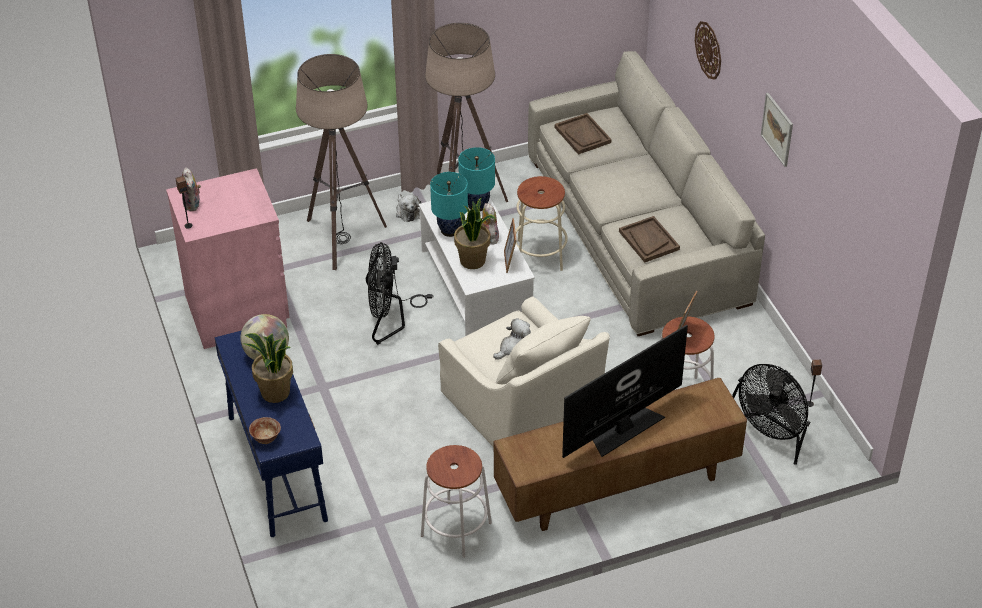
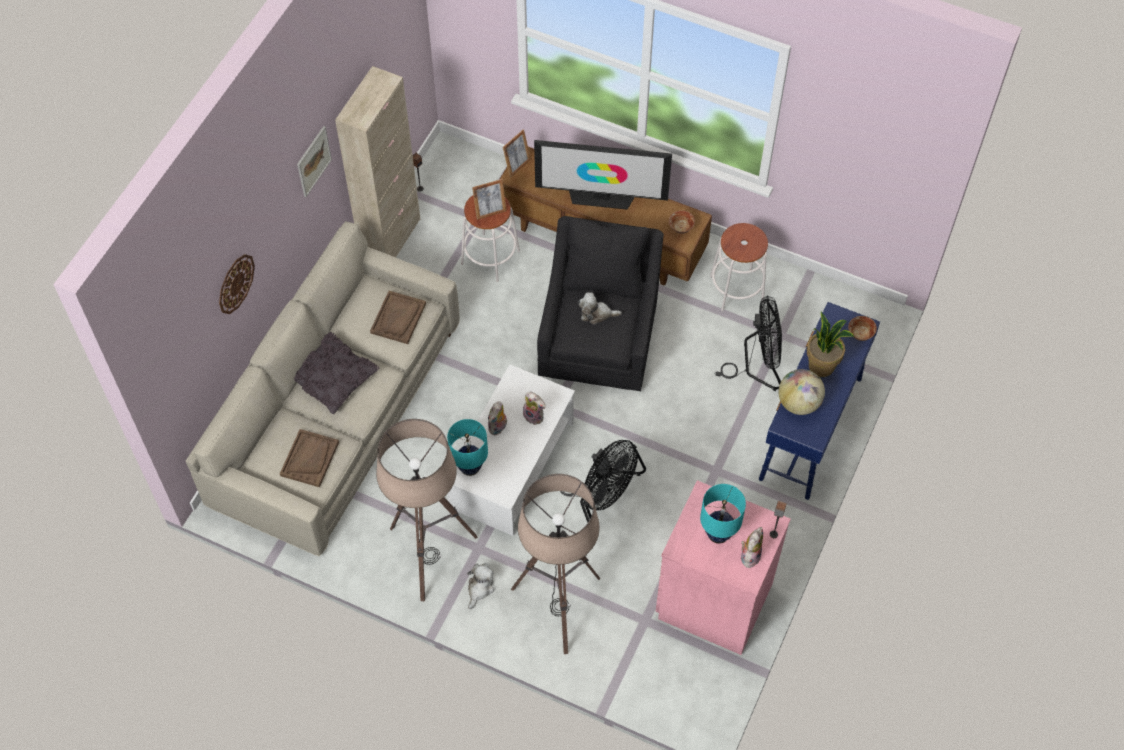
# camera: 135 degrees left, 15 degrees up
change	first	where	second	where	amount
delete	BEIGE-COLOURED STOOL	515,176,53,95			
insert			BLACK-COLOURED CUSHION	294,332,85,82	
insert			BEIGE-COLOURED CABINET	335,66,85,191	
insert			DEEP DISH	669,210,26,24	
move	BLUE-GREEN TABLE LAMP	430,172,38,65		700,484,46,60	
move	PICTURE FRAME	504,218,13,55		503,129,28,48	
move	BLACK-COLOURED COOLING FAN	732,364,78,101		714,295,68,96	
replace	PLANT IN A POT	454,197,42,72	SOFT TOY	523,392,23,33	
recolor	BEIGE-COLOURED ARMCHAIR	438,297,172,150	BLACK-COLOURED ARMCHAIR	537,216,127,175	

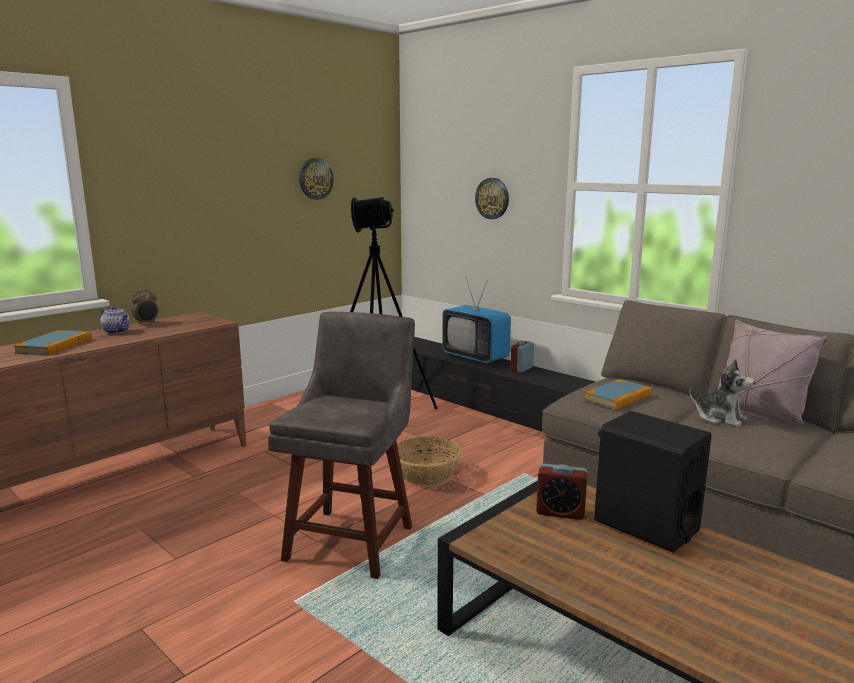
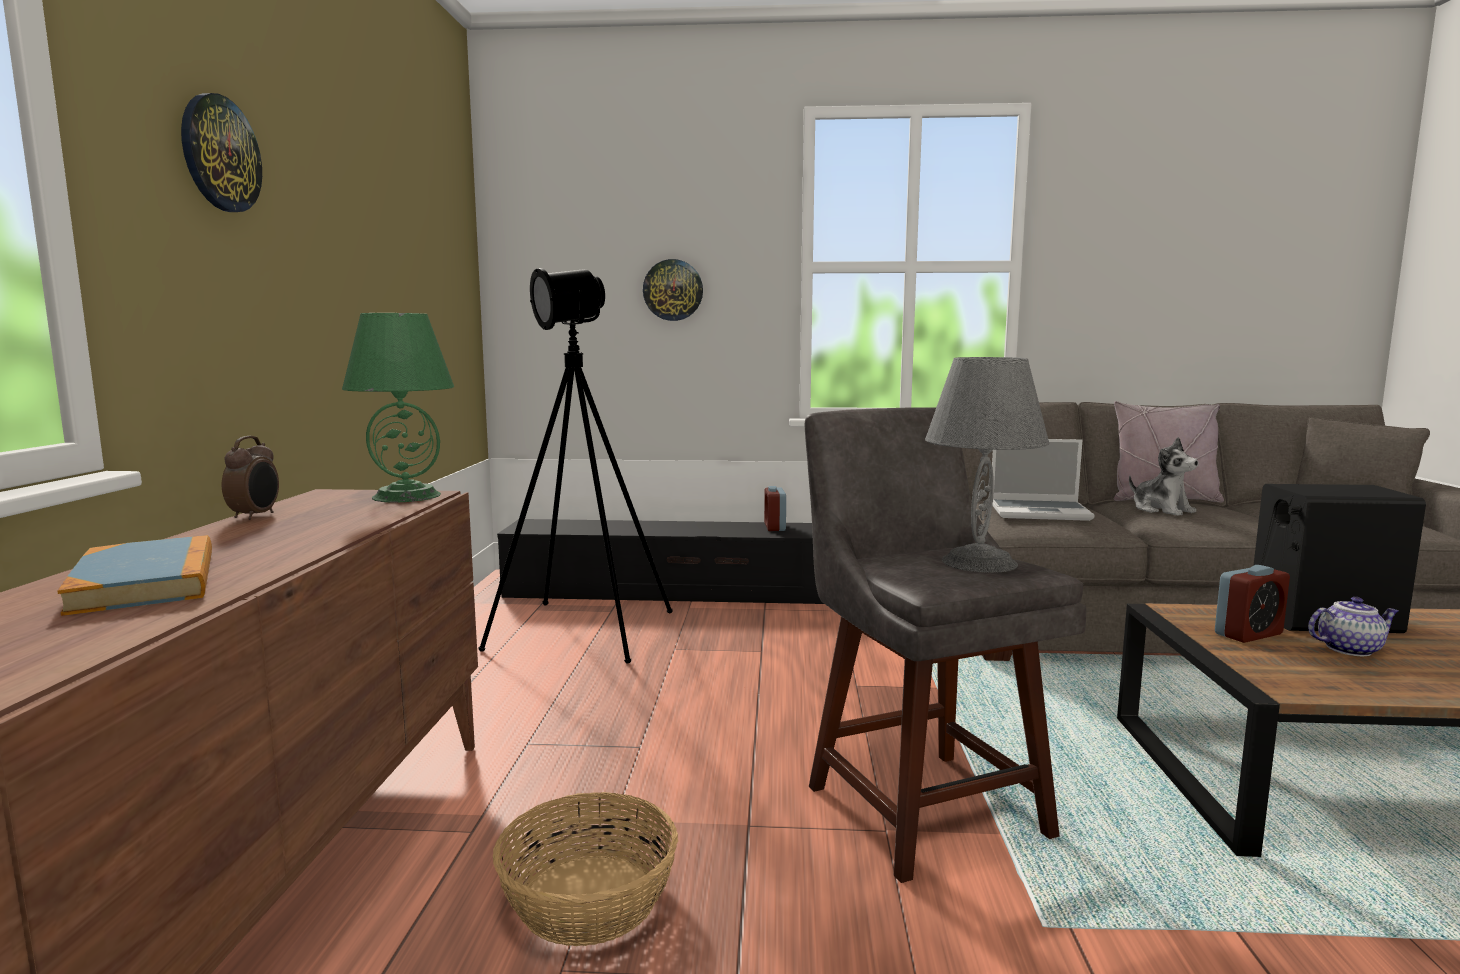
# camera: 40 degrees left, 5 degrees down
change	first	where	second	where	amount
delete	TV SET	442,278,69,86			
insert			GREEN TABLE LAMP	342,313,112,189	
insert			GREY TABLE LAMP	925,357,124,216	
move	TEAPOT	100,306,30,28		1308,597,91,59	
move	CLOCK ON THE WALL	299,158,35,42		181,93,81,119	
move	STORAGE BASKET	397,437,65,49		493,792,185,154	
replace	BOUND BOOK	584,379,68,31	PORTABLE COMPUTER	992,439,102,82	
rotate	SOFT TOY	690,359,65,68		1129,437,70,79	60 degrees clockwise

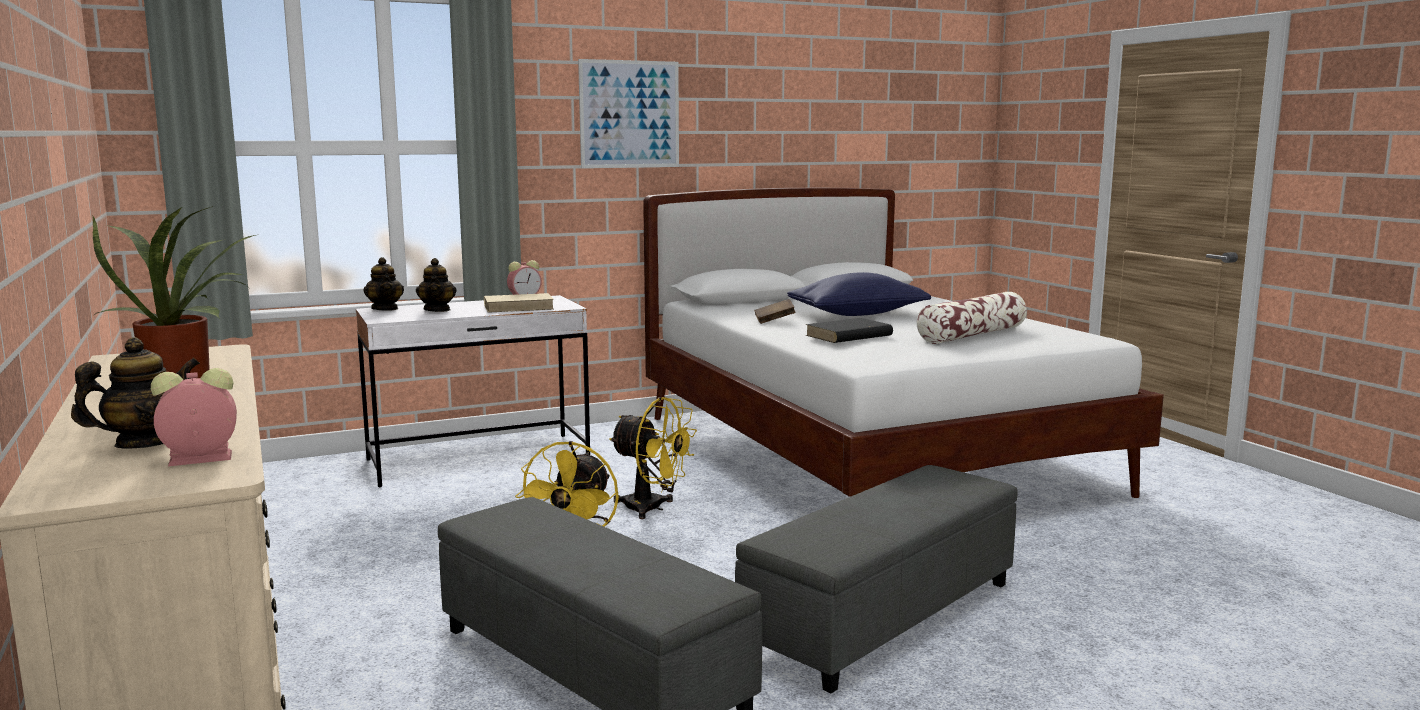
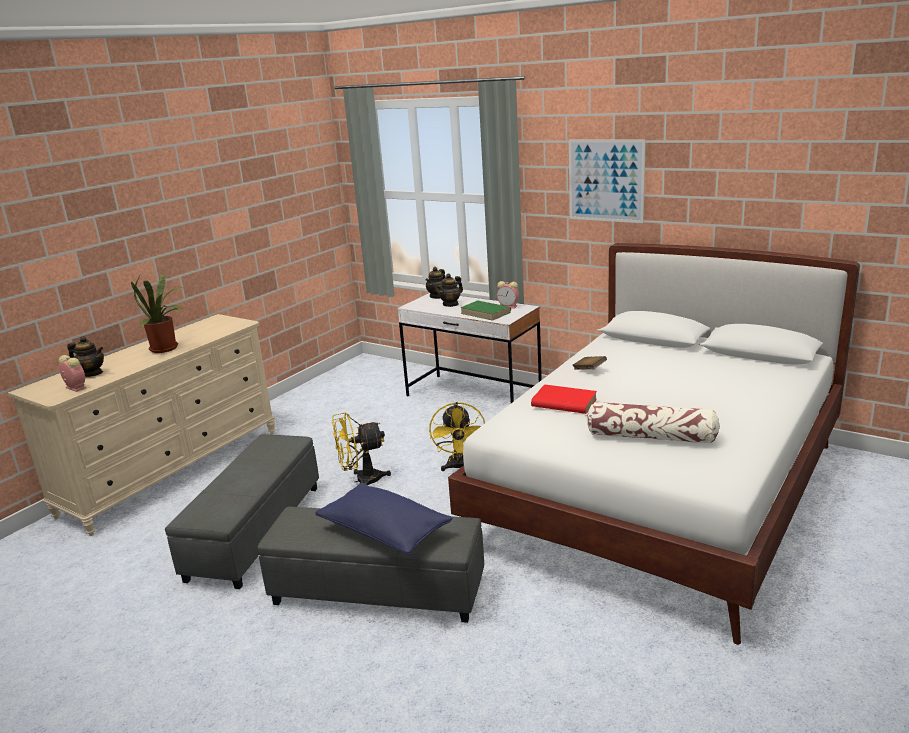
# camera: 60 degrees right, 10 degrees up
change	first	where	second	where	amount
move	BLUE-COLOURED CUSHION	787,272,144,44		315,483,138,72	
recolor	BEIGE-COLOURED BOUND BOOK	484,293,70,20	GREEN BOUND BOOK	460,301,51,20	
recolor	BLACK-COLOURED BOUND BOOK	806,318,87,25	REDDISH BOUND BOOK	531,384,66,30	

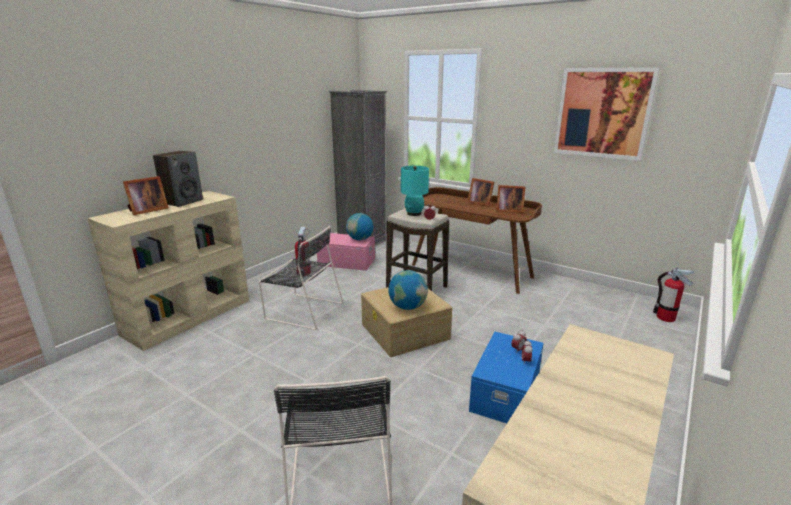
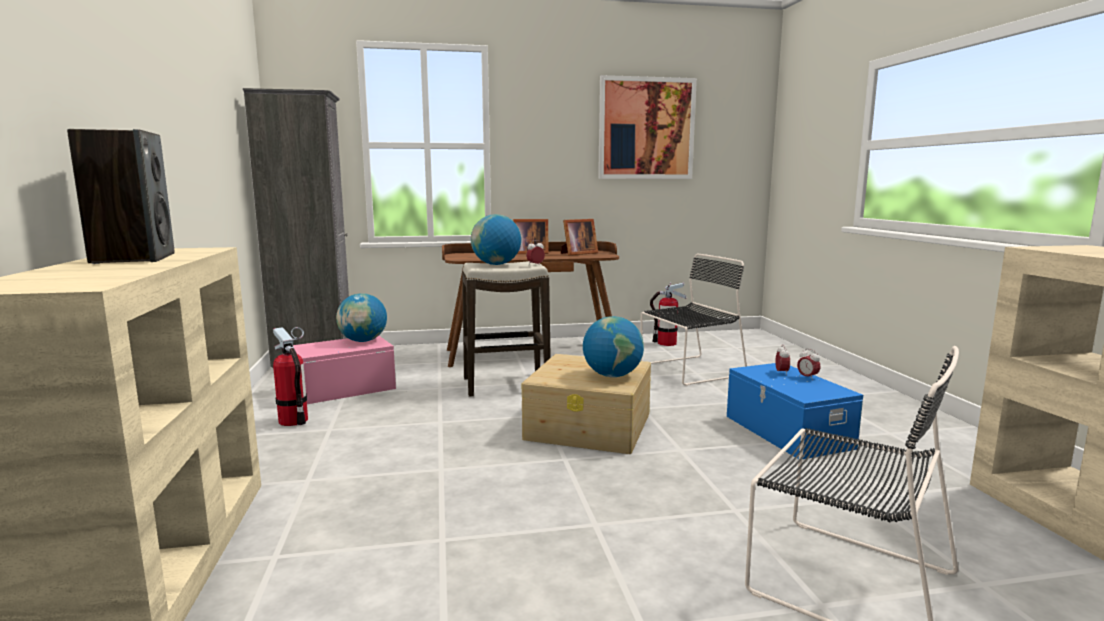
# camera: 45 degrees left, 10 degrees down
change	first	where	second	where	amount
delete	PICTURE FRAME	123,176,46,39			
move	BLACK-COLOURED CHAIR	259,226,84,104		640,254,107,132	
move	FIRE-FIGHTING CYLINDER	653,267,41,55		650,282,36,64	
replace	BLUE-GREEN TABLE LAMP	401,166,28,50	DESK GLOBE	471,214,50,51	

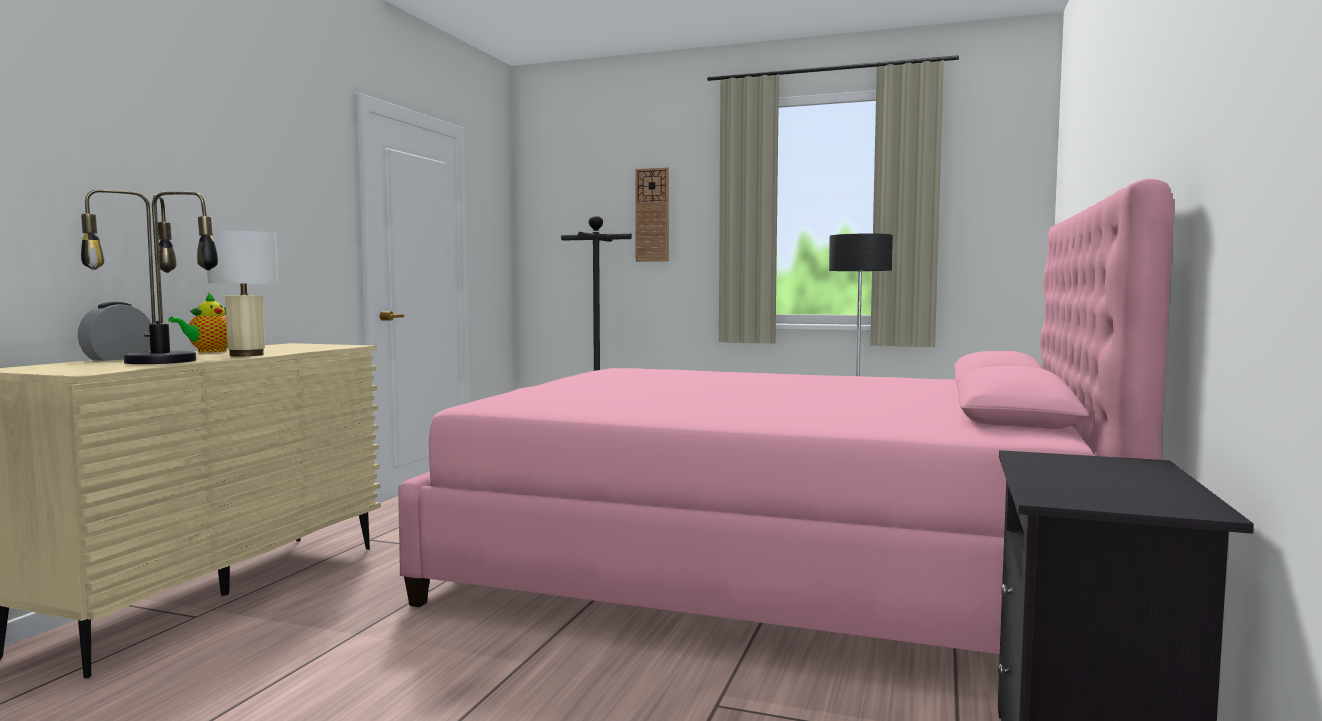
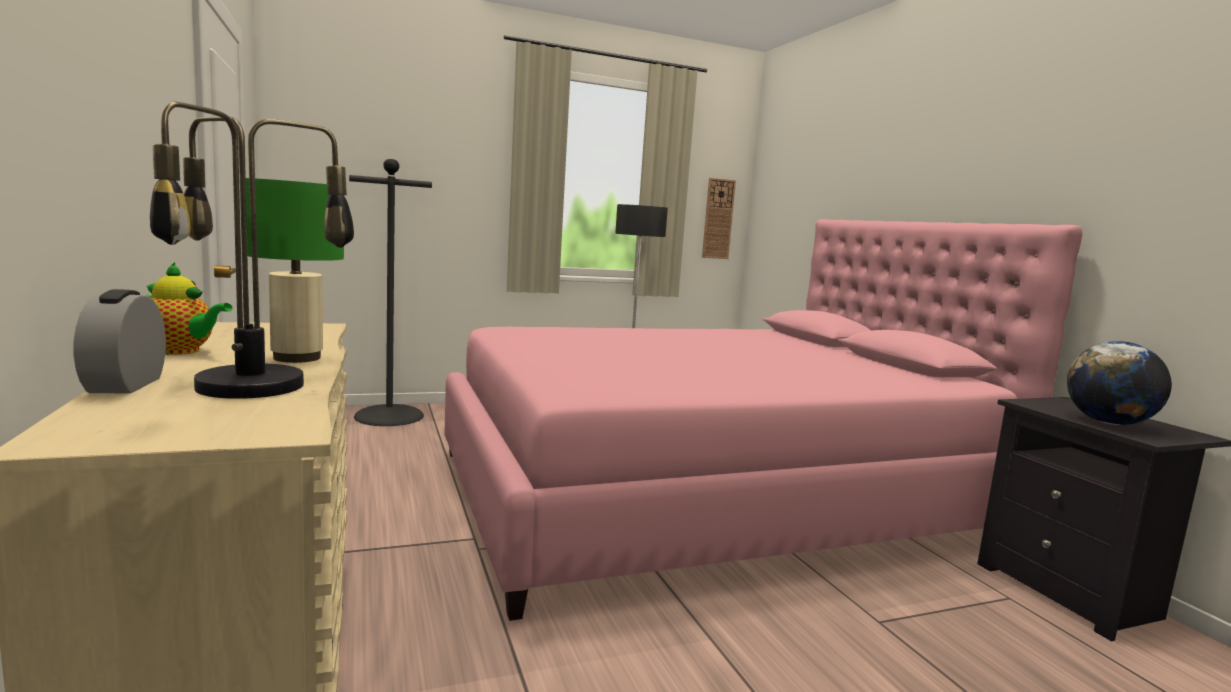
# camera: 40 degrees left, 5 degrees up
change	first	where	second	where	amount
insert			DESK GLOBE	1067,341,105,84	
move	CLOCK ON THE WALL	635,167,34,95		702,178,34,81	
recolor	WHITE-COLOURED TABLE LAMP	207,231,71,126	GREEN TABLE LAMP	246,178,98,185	
rotate	TEAPOT	168,292,59,60		146,262,86,93	60 degrees counterclockwise

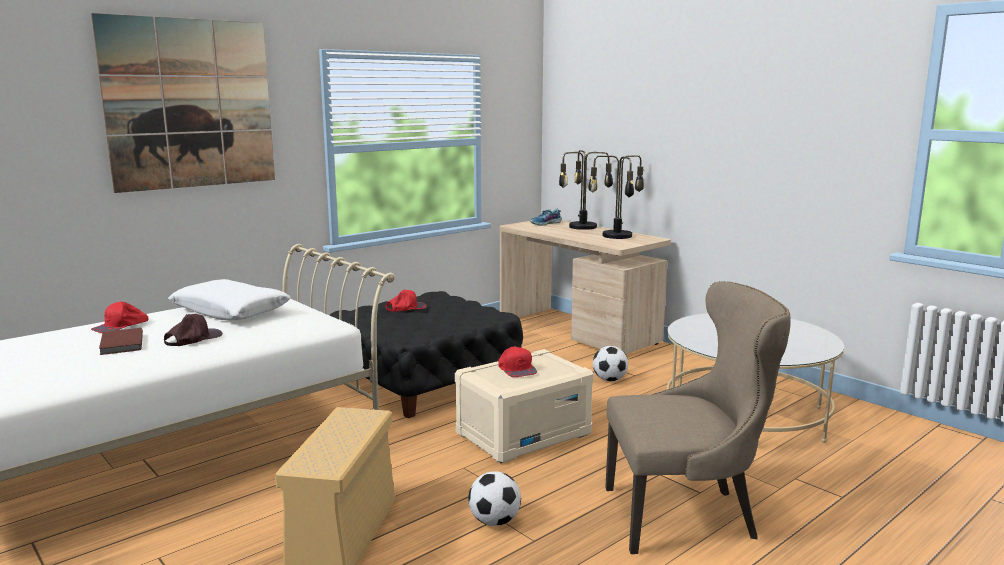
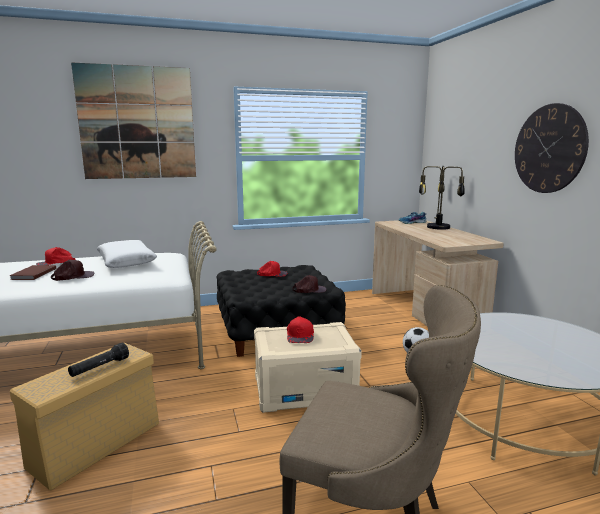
# camera: 25 degrees right, 0 degrees up
change	first	where	second	where	amount
delete	FOOTBALL	468,471,53,55			
delete	TABLE LAMP	588,155,56,84			
insert			BLACK-COLOURED FLASHLIGHT	68,343,61,34	
insert			BROWN-COLOURED CAP	292,275,34,18	
insert			CLOCK ON THE WALL	515,103,74,90	

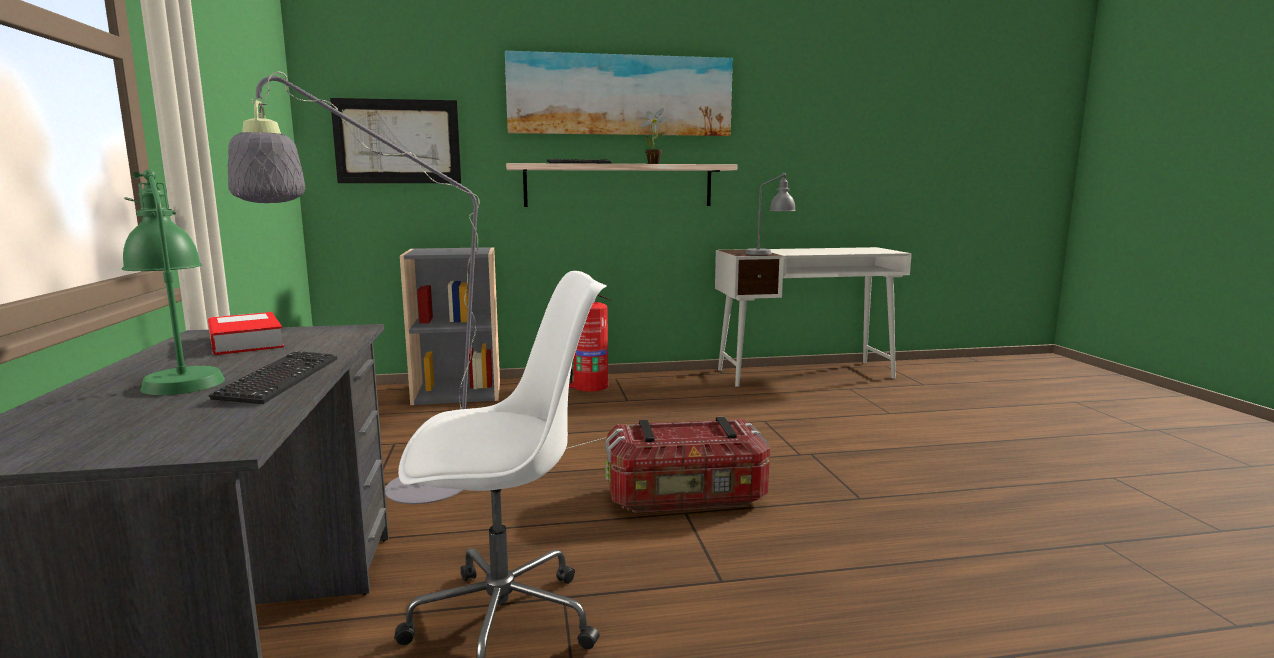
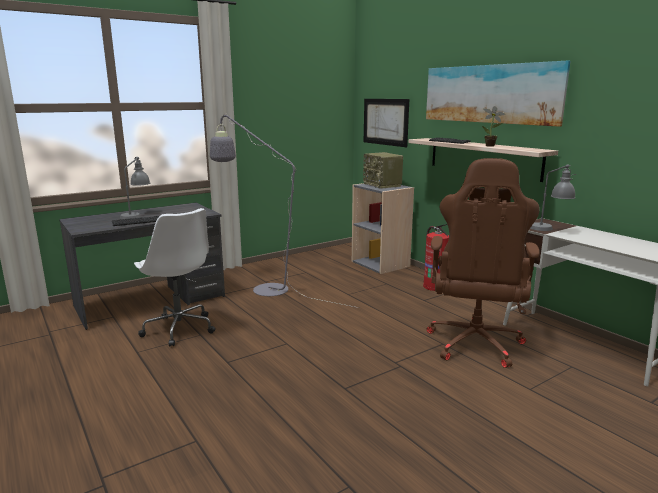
# camera: 65 degrees right, 5 degrees up
change	first	where	second	where	amount
delete	BOUND BOOK	208,312,76,43			
delete	STORAGE BOX	605,417,165,96			
insert			RADIO	363,152,40,37	
insert			BROWN-COLOURED COMPUTER CHAIR	426,158,114,210	
recolor	GREEN TABLE LAMP	122,169,103,226	GREY TABLE LAMP	120,157,30,62	

